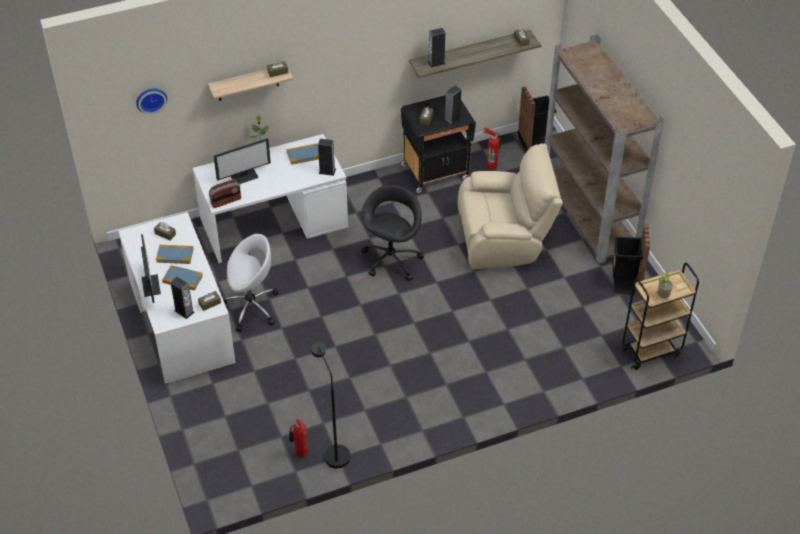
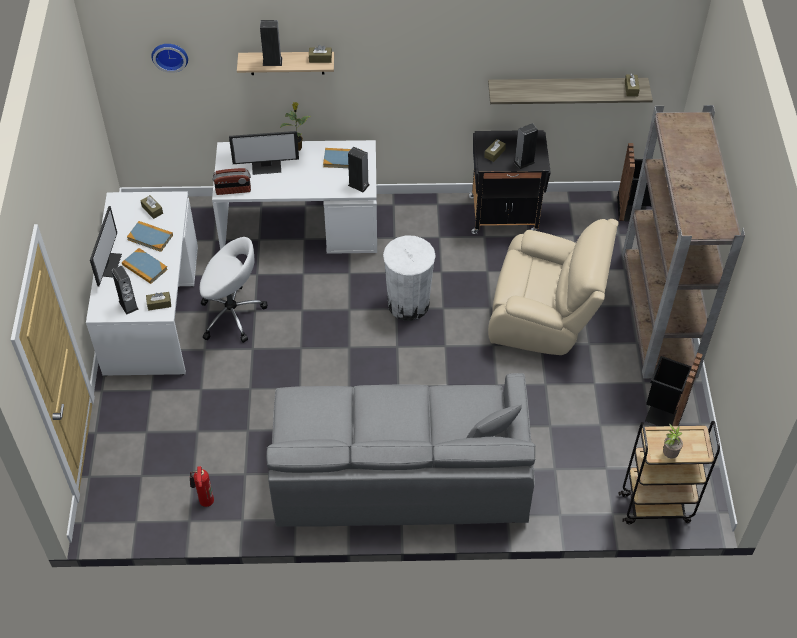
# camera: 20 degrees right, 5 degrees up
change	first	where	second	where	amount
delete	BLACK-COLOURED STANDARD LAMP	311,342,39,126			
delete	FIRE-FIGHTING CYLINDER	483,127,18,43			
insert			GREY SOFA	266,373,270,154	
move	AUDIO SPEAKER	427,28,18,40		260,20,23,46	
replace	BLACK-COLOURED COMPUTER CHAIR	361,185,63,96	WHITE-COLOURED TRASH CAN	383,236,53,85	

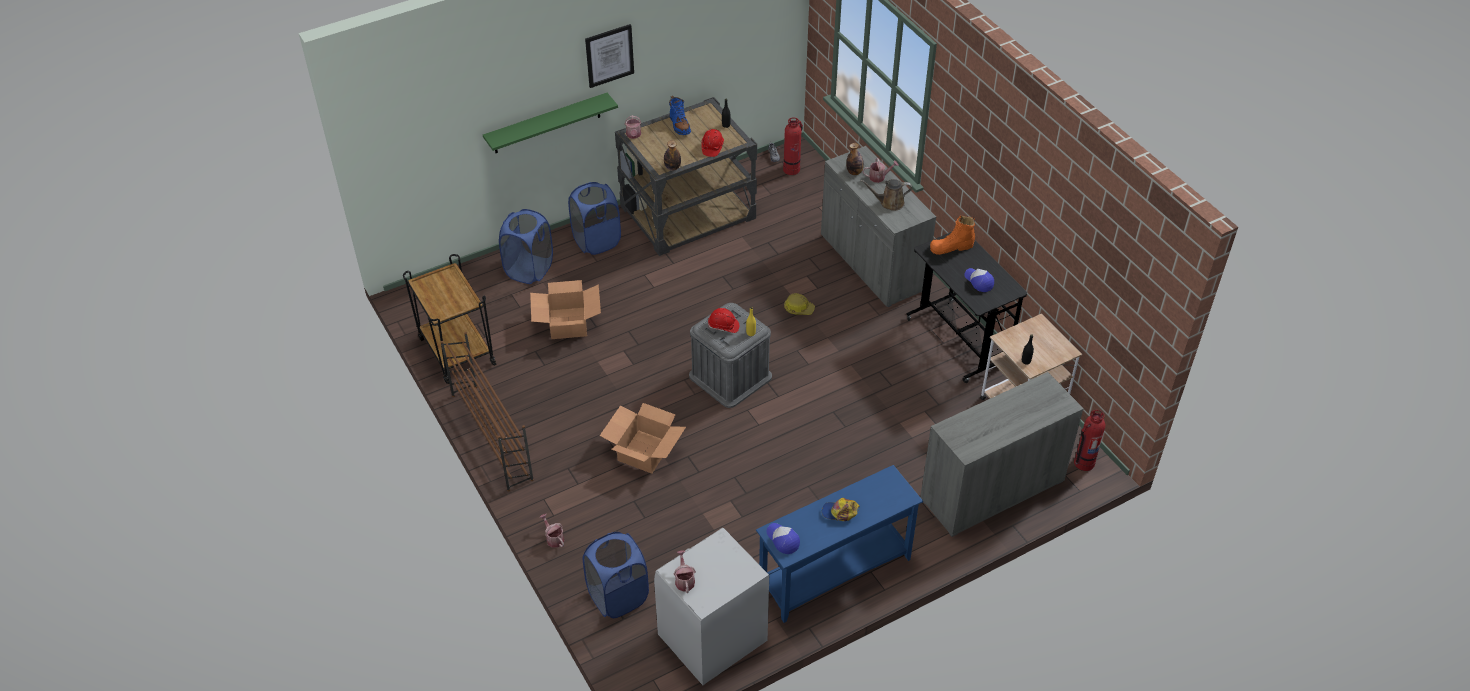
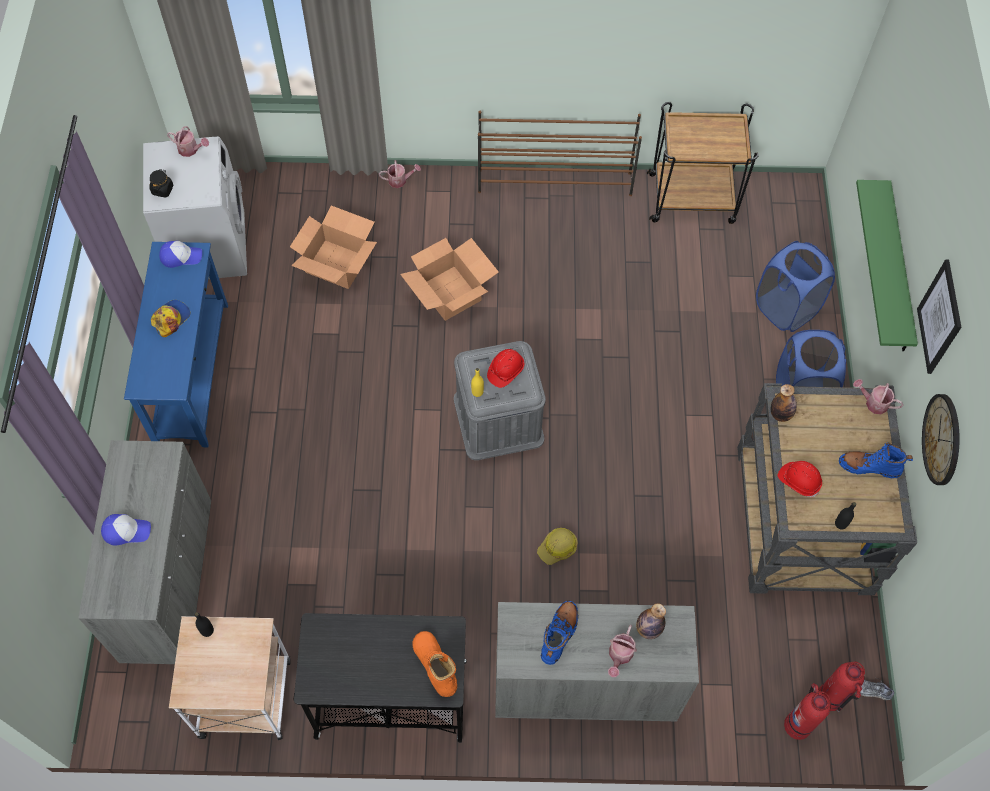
# camera: 120 degrees right, 15 degrees up
change	first	where	second	where	amount
delete	BLUE-COLOURED WASHING BASKET	583,532,66,86			
insert			BLACK-COLOURED PRESERVE JAR	149,169,25,29	
insert			CLOCK ON THE WALL	922,394,38,91	
move	CARTON	530,280,71,59		290,206,87,83	
move	CAP	964,268,30,24		101,514,50,32	
move	FIRE-FIGHTING CYLINDER	1074,410,31,61		784,683,47,57	
replace	BROWN-COLOURED WATERING POT	860,179,52,32	BLUE-COLOURED TALL BOOT	541,601,37,64	
rotate	ORANGE-COLOURED TALL BOOT	930,215,45,40		412,631,45,66	45 degrees counterclockwise

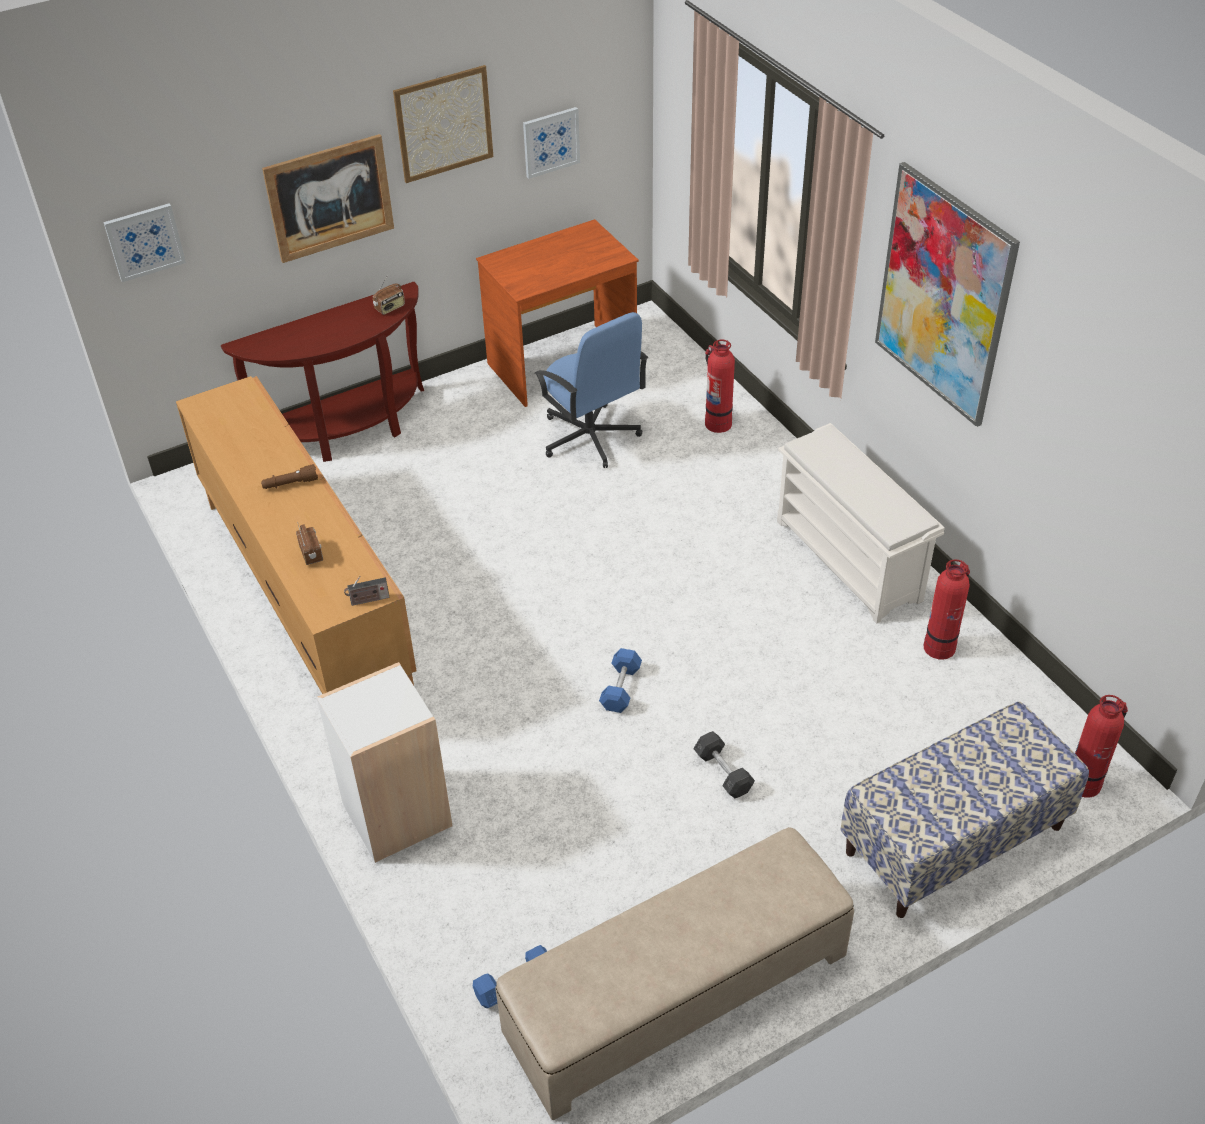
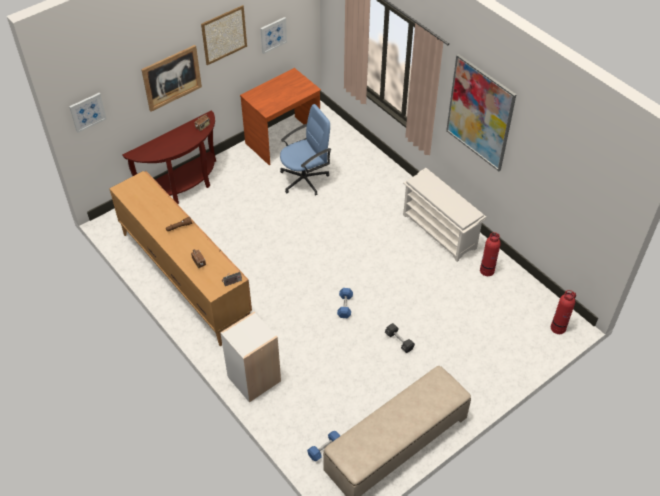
# camera: 10 degrees left, 5 degrees up
change	first	where	second	where	amount
delete	FIRE-FIGHTING CYLINDER	705,340,30,93			
delete	INDOOR BENCH	840,702,249,216			
rotate	BLUE-COLOURED COMPUTER CHAIR	534,312,114,156		280,104,51,91	75 degrees counterclockwise

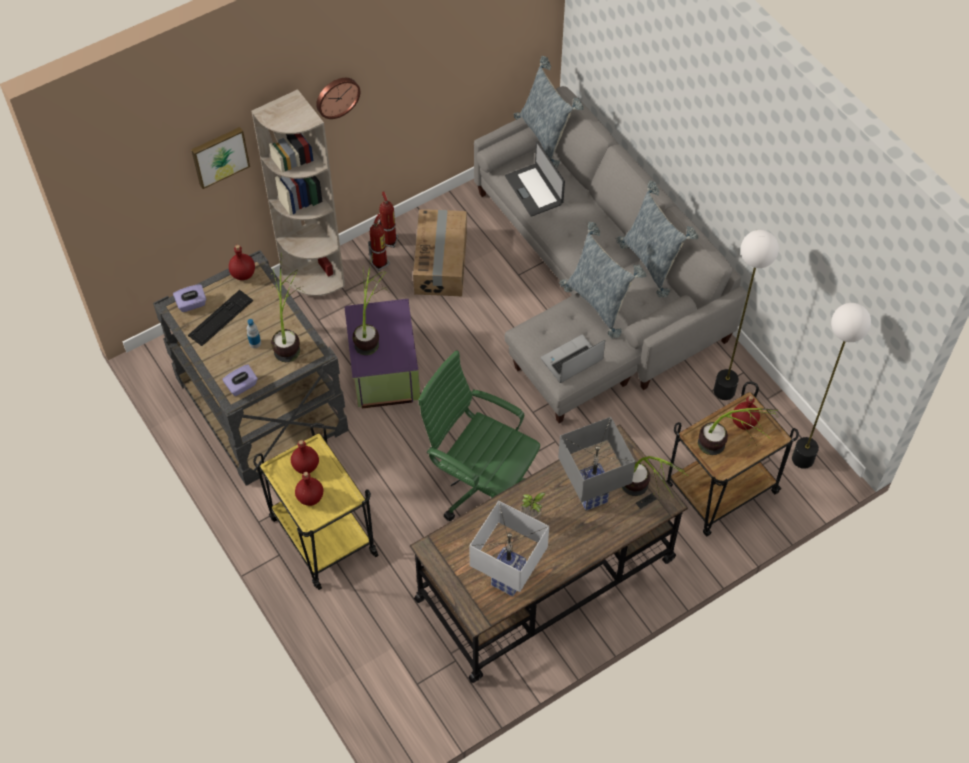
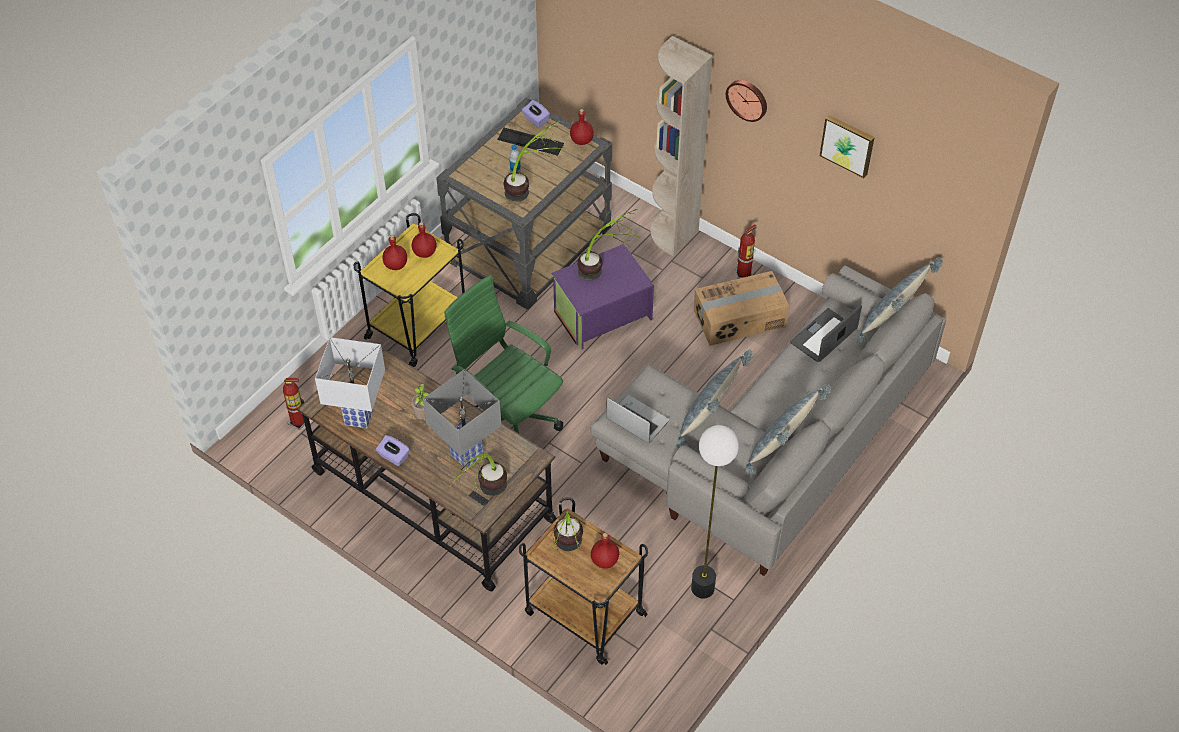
# camera: 70 degrees right, 5 degrees down
change	first	where	second	where	amount
delete	STANDARD LAMP	792,303,79,166			
move	PICTURE	191,127,59,62		820,115,55,63	
move	PURPLE TISSUE HOLDER	222,364,36,32		376,435,34,31	
move	FIRE-FIGHTING CYLINDER	368,214,22,57		283,378,22,52	
rotate	GREEN COMPUTER CHAIR	418,350,122,171		444,275,119,158	60 degrees counterclockwise

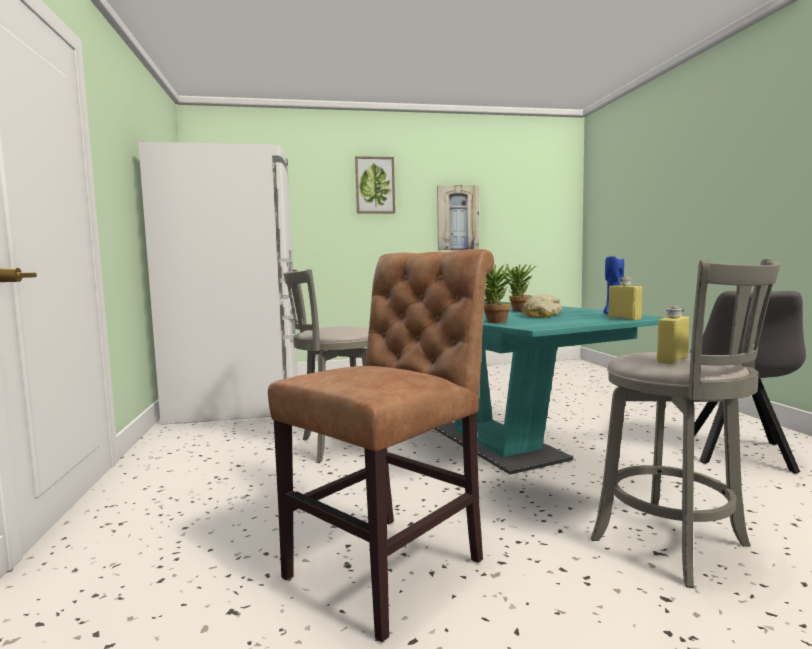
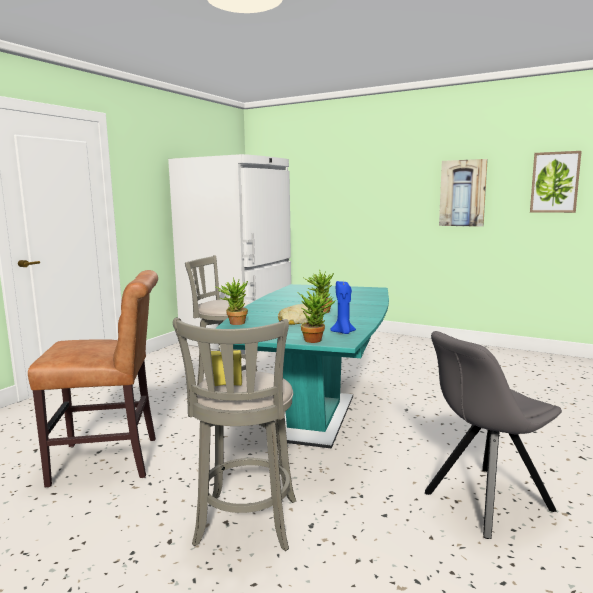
# camera: 40 degrees right, 5 degrees up
change	first	where	second	where	amount
move	PICTURE	355,156,40,58		530,151,52,62	
replace	YELLOW-COLOURED BOTTLE	608,277,34,43	PLANT IN A POT	297,291,39,52	

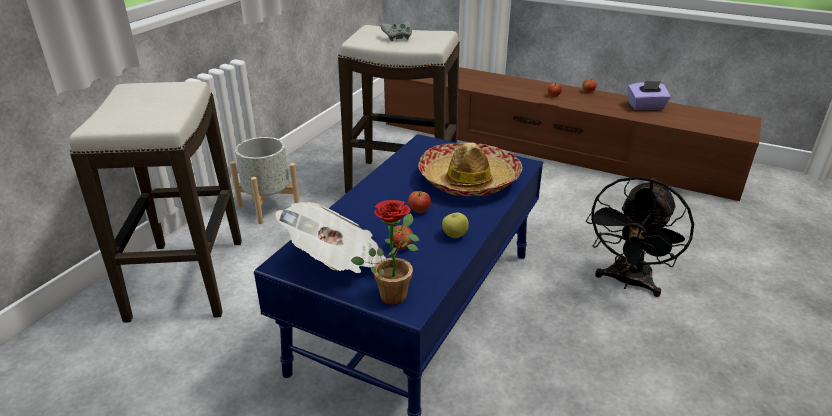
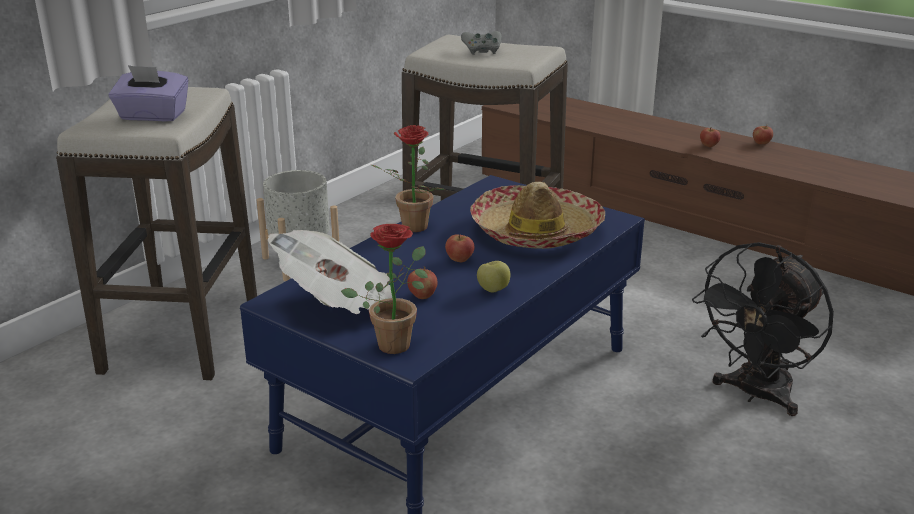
# camera: 10 degrees right, 5 degrees down
change	first	where	second	where	amount
insert			PLANT IN A POT	371,125,74,107	
move	PURPLE TISSUE HOLDER	628,81,43,29		109,65,80,57	

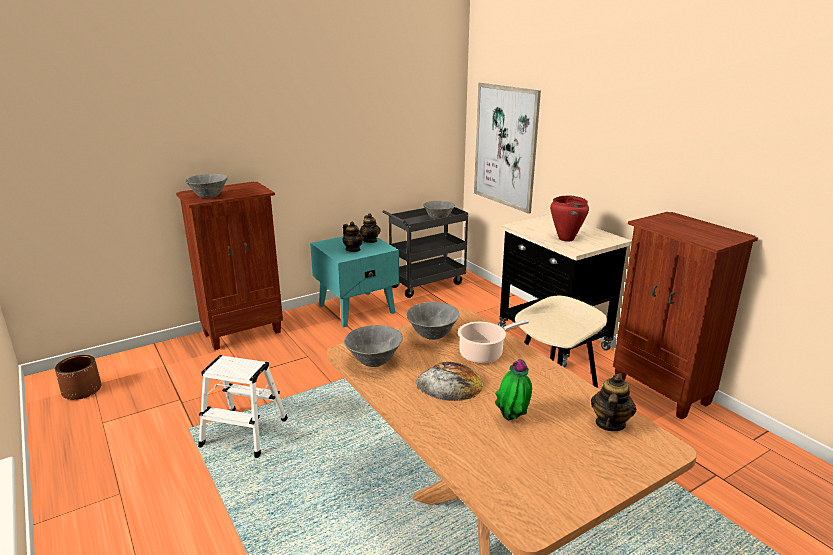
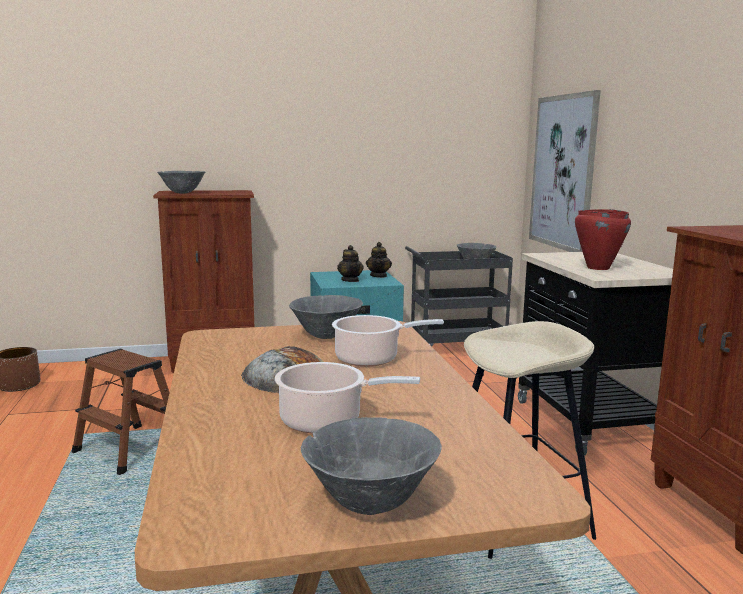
# camera: 20 degrees right, 10 degrees down
change	first	where	second	where	amount
delete	TEAPOT	591,373,45,58			
move	GREY DEEP DISH	344,325,59,42		301,417,141,98	
replace	PLANT IN A POT	495,359,37,61	COOKING POT	275,362,145,72	
recolor	WHITE-COLOURED STEP LADDER	198,355,90,103	BROWN-COLOURED STEP LADDER	72,348,98,127	

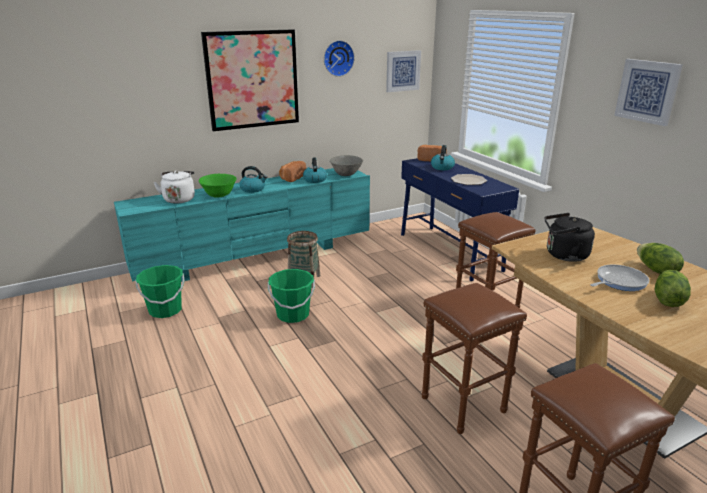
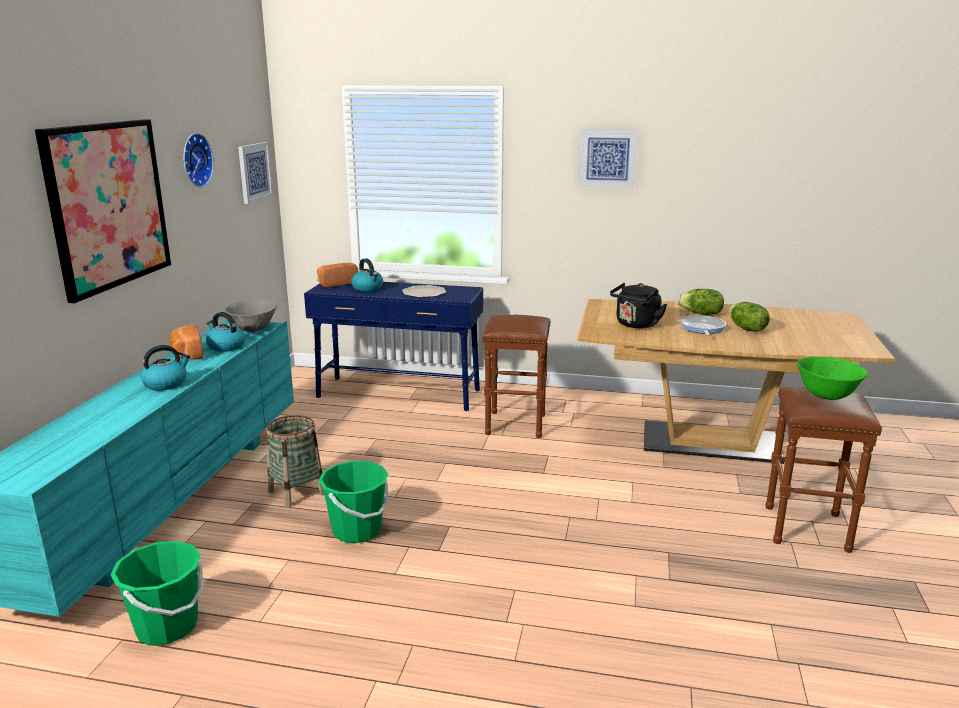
# camera: 50 degrees left, 5 degrees down
change	first	where	second	where	amount
delete	WHITE-COLOURED WATER KETTLE	153,171,42,33			
delete	BROWN-COLOURED STOOL	422,283,105,151			
move	GREEN DEEP DISH	199,174,38,23		797,357,70,43	

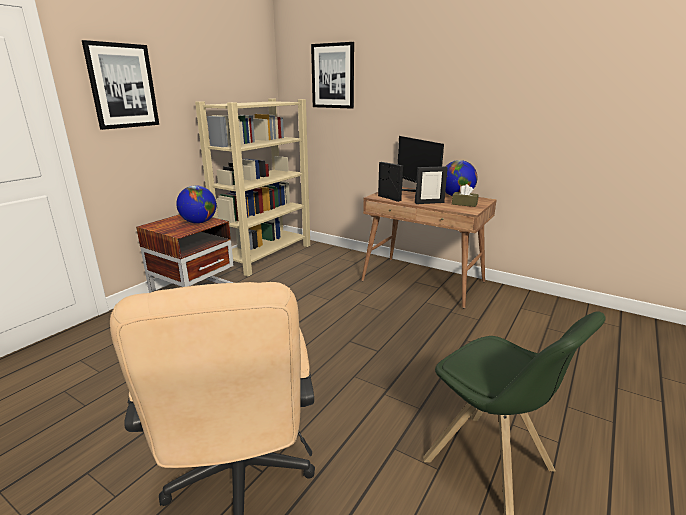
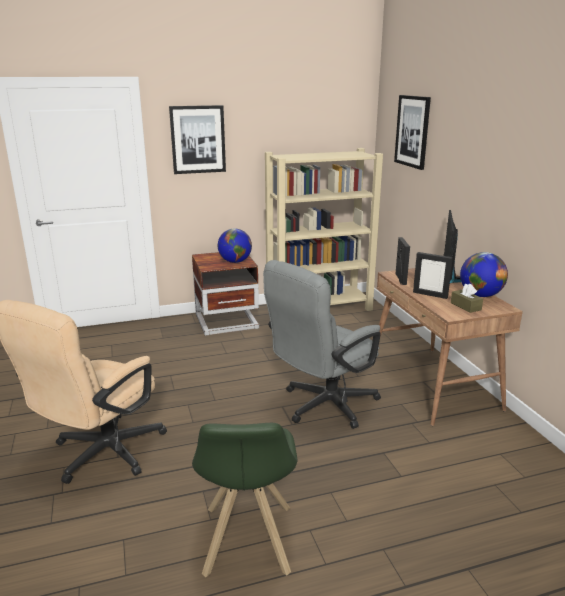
# camera: 40 degrees right, 0 degrees up
change	first	where	second	where	amount
insert			GREY COMPUTER CHAIR	263,260,118,169	

